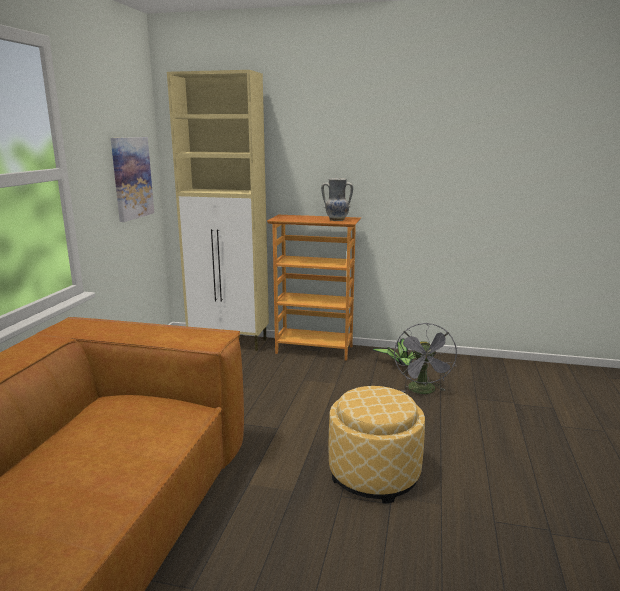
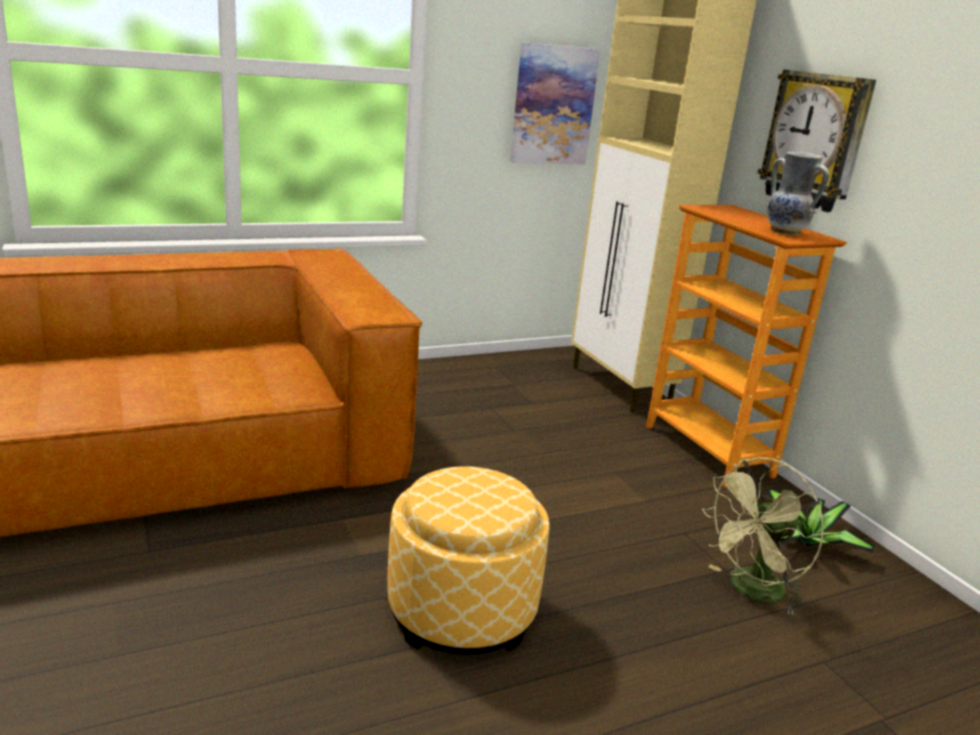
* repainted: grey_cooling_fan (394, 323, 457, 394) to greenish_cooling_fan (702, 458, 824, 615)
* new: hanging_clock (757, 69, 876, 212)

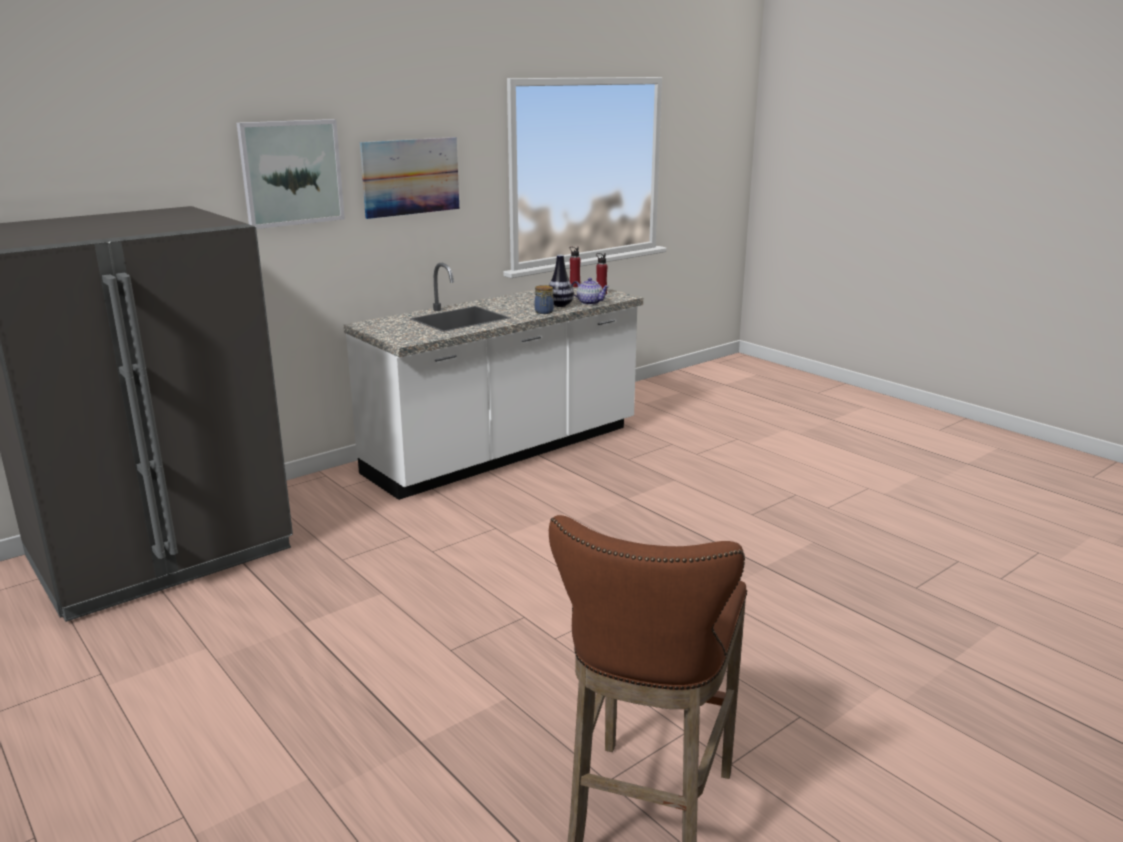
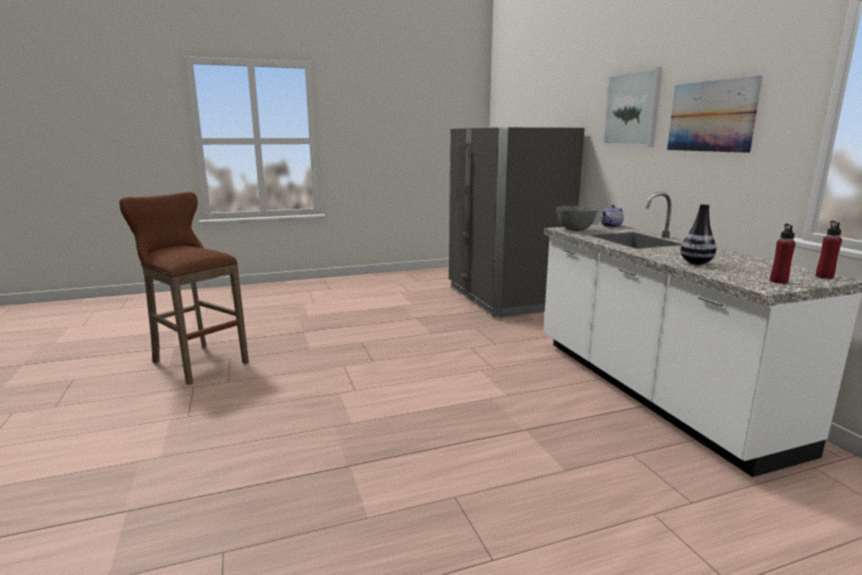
* shifted: pot_for_tea (572, 278, 610, 305) to (600, 205, 624, 228)
* gone: jar (535, 285, 554, 314)
* new: grey_deep_dish (556, 206, 598, 231)

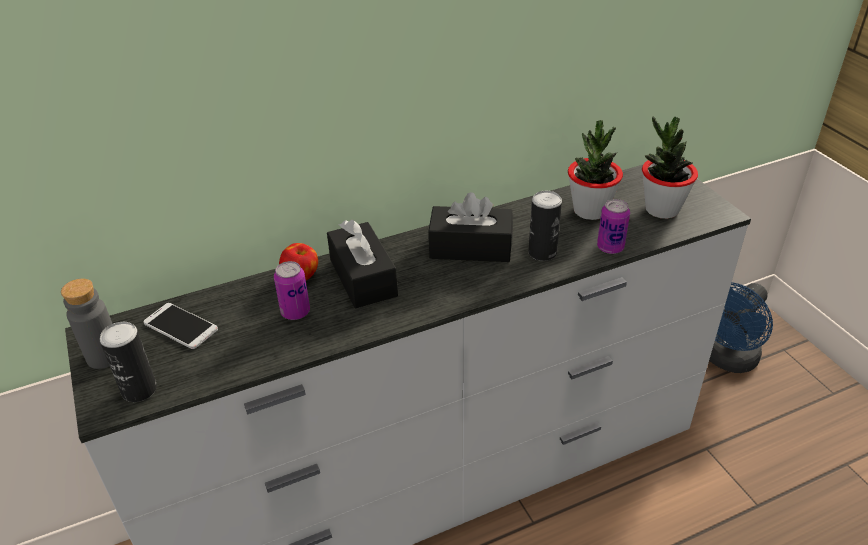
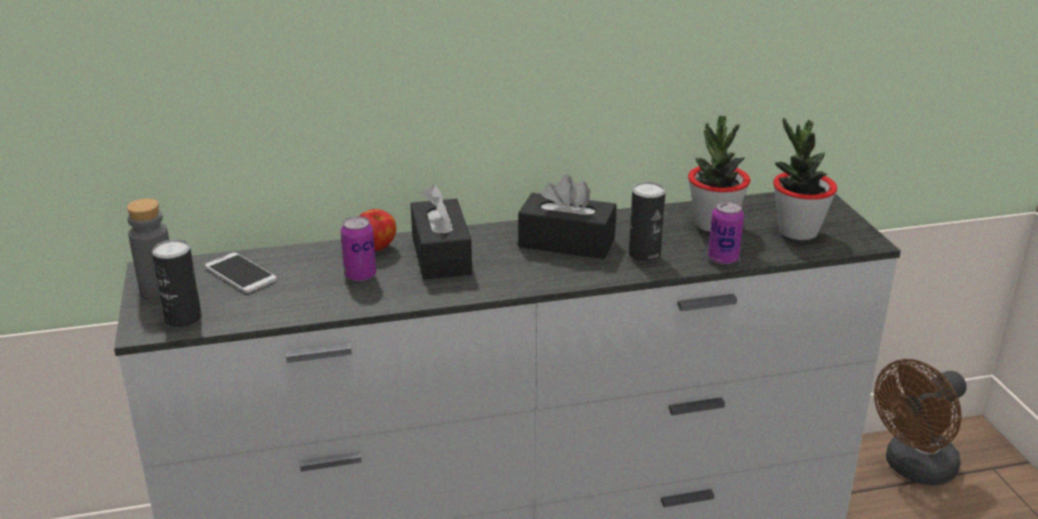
* repainted: blue_cooling_fan (709, 282, 773, 373) to brown-coloured_cooling_fan (874, 359, 967, 485)

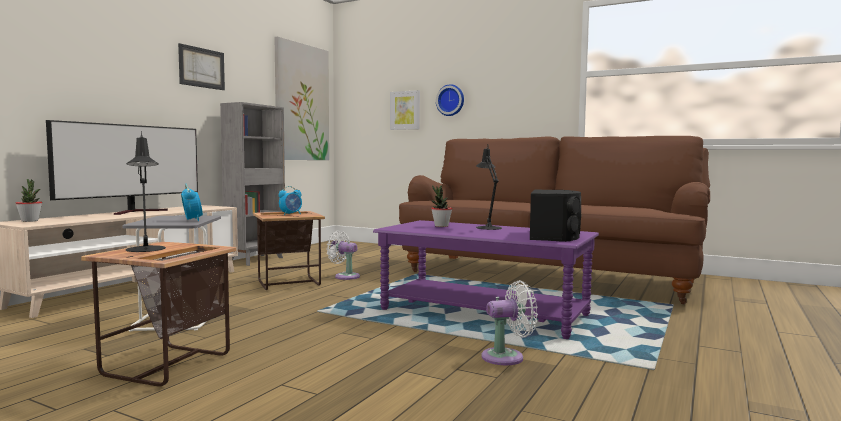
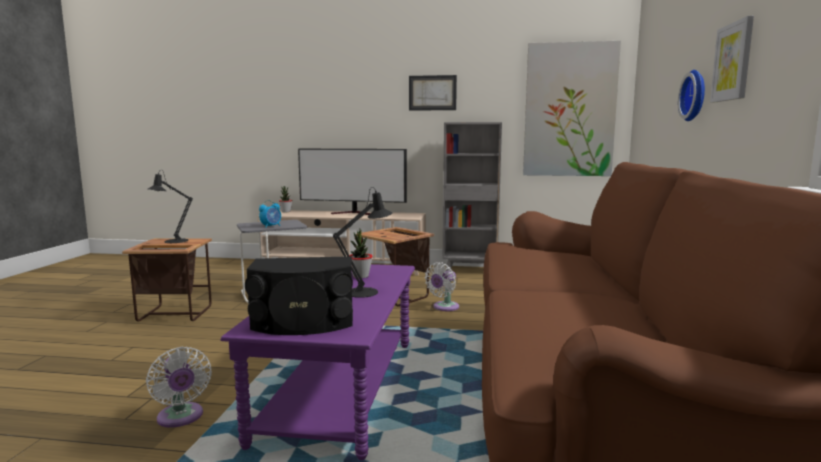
* shifted: wall_art (390, 90, 420, 130) to (710, 16, 754, 103)
* gone: alarm_clock (279, 186, 302, 215)
* rotated: whitish_cooling_fan (326, 231, 360, 280) = (425, 262, 459, 311) 150 degrees counterclockwise

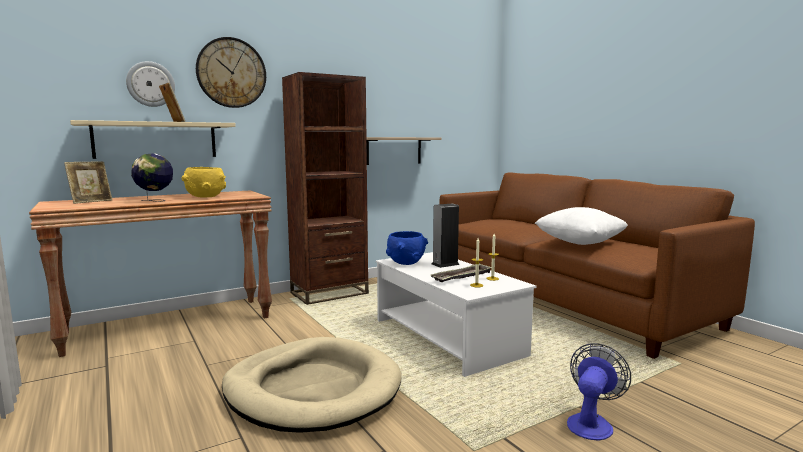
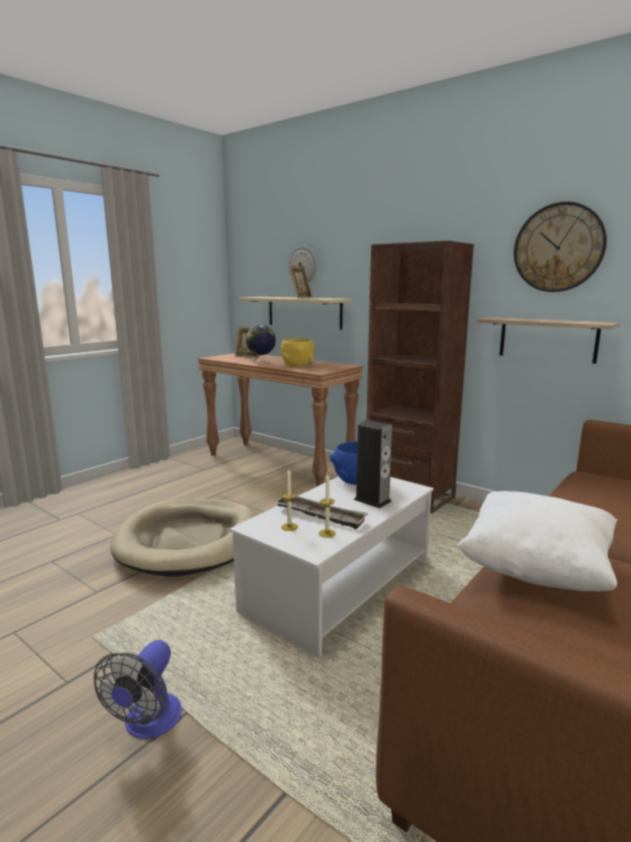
* shifted: hanging_clock (196, 37, 266, 108) to (514, 202, 607, 292)
* rotated: cooling_fan (567, 343, 631, 441) = (94, 640, 182, 739) 90 degrees clockwise

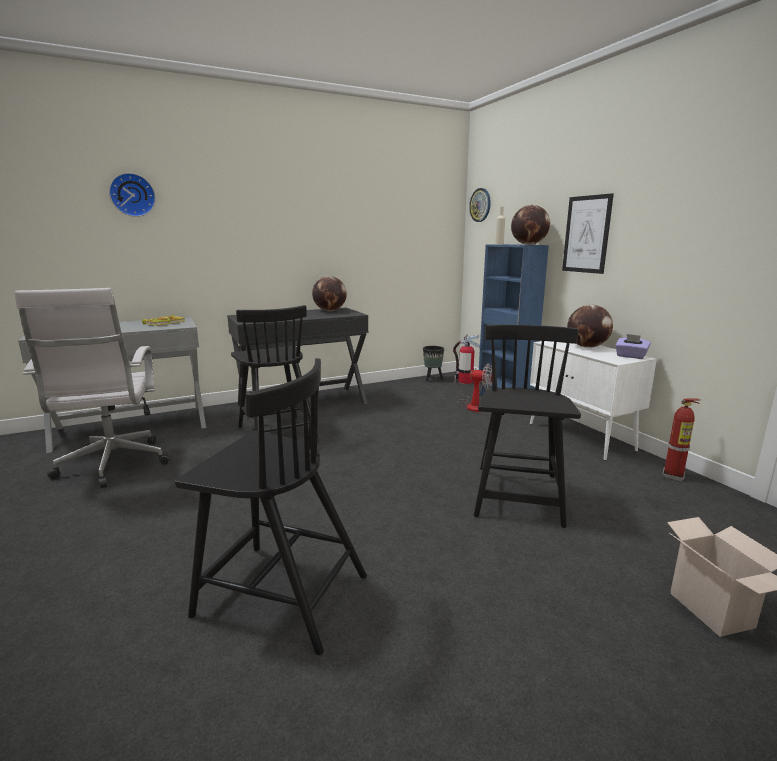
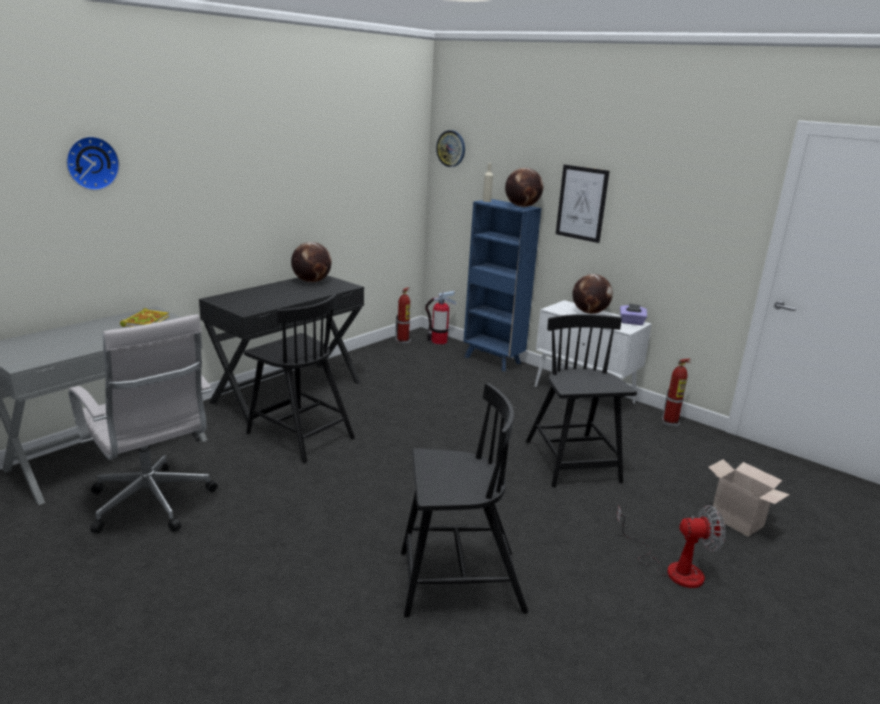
* swapped: black-coloured_flower_pot (423, 346, 444, 382) to fire-fighting_cylinder (395, 287, 411, 344)
* shifted: cooling_fan (454, 364, 492, 412) to (617, 505, 726, 588)

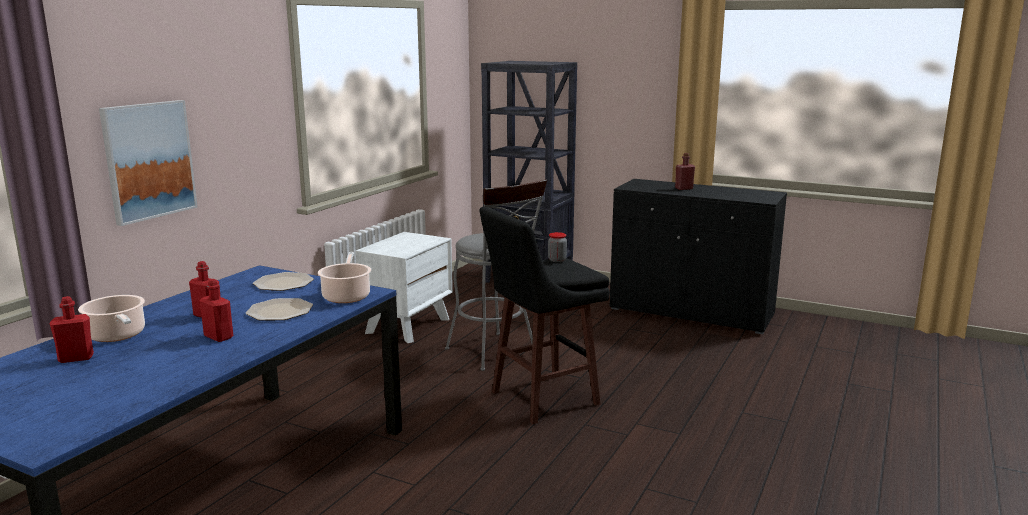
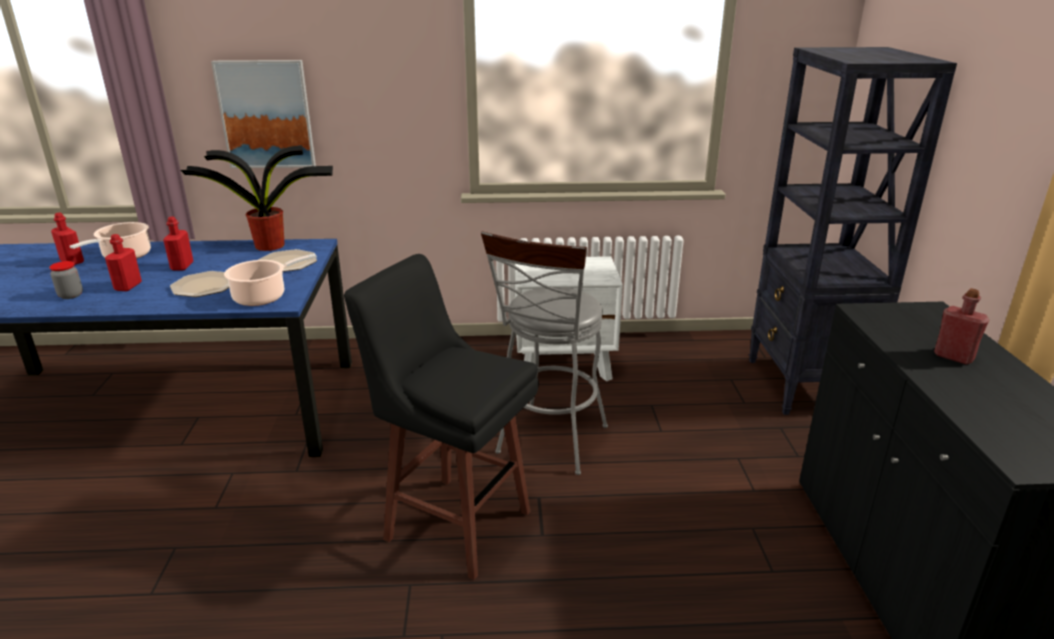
* shifted: jar (548, 232, 567, 262) to (49, 261, 83, 299)
* new: potted_plant (181, 146, 333, 251)

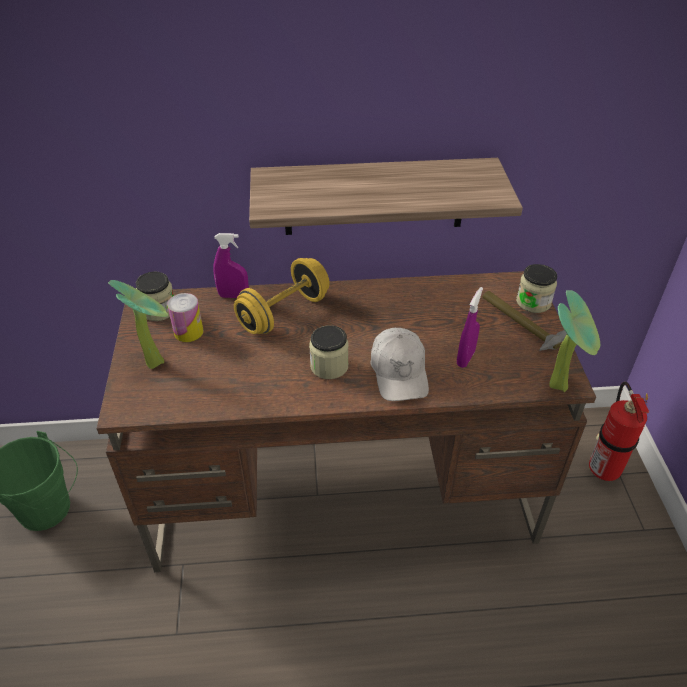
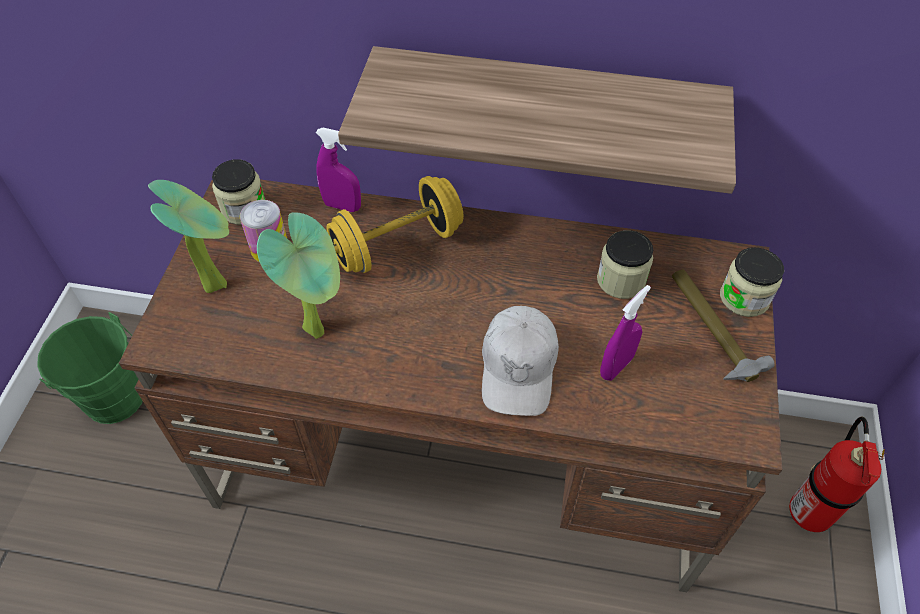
* shifted: potted_plant (549, 290, 600, 392) to (257, 212, 340, 339)
* shifted: jar (309, 326, 349, 379) to (597, 230, 653, 299)

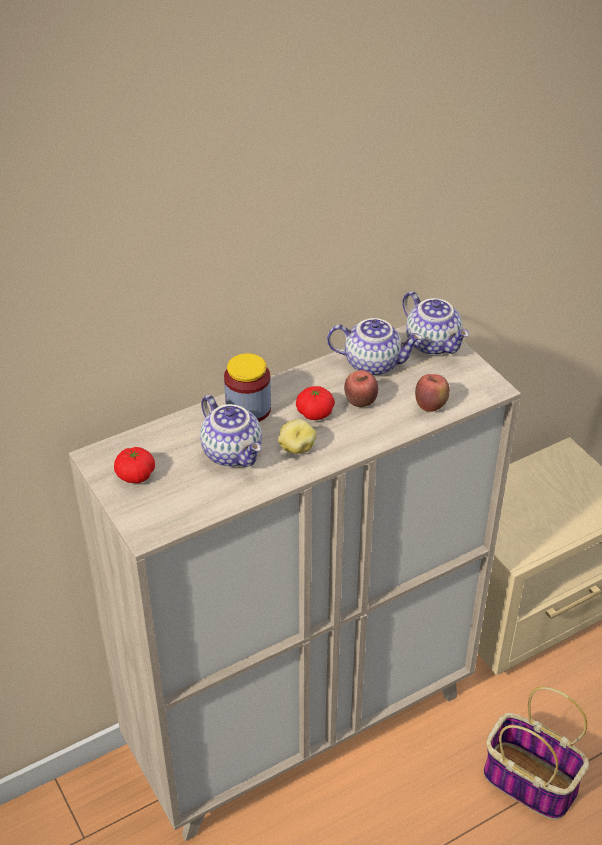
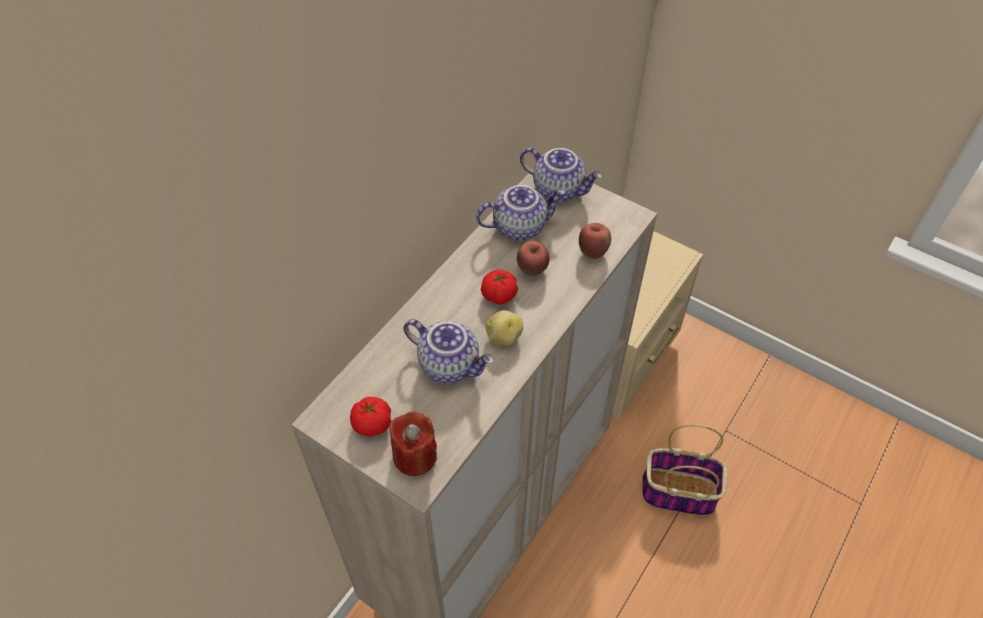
* gone: jar (224, 353, 271, 422)
* new: reddish_wax_light (389, 411, 437, 476)

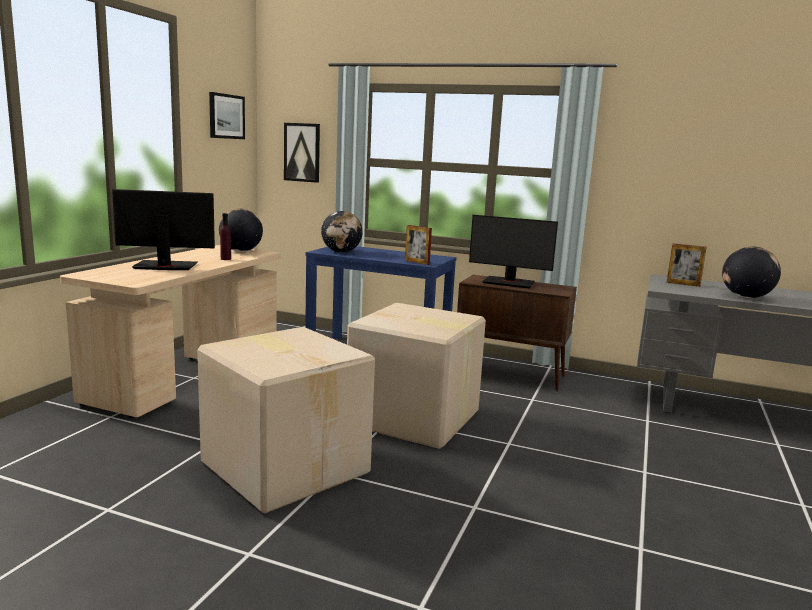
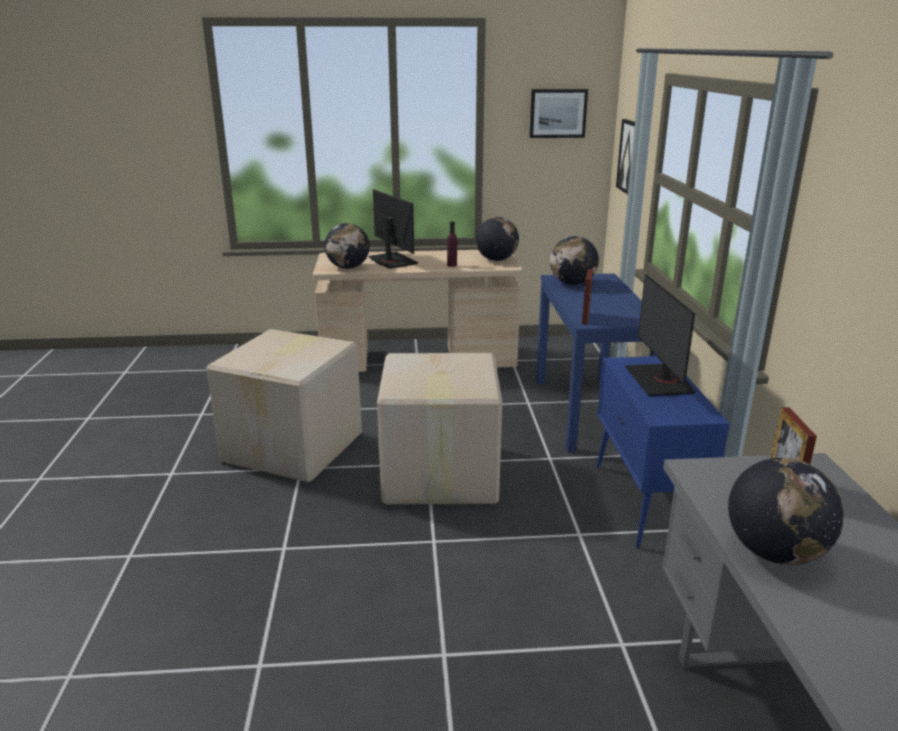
* repainted: brown-coloured_storage_cabinet (457, 275, 577, 391) to blue_storage_cabinet (597, 356, 730, 548)
* new: desk_globe (324, 223, 370, 269)

